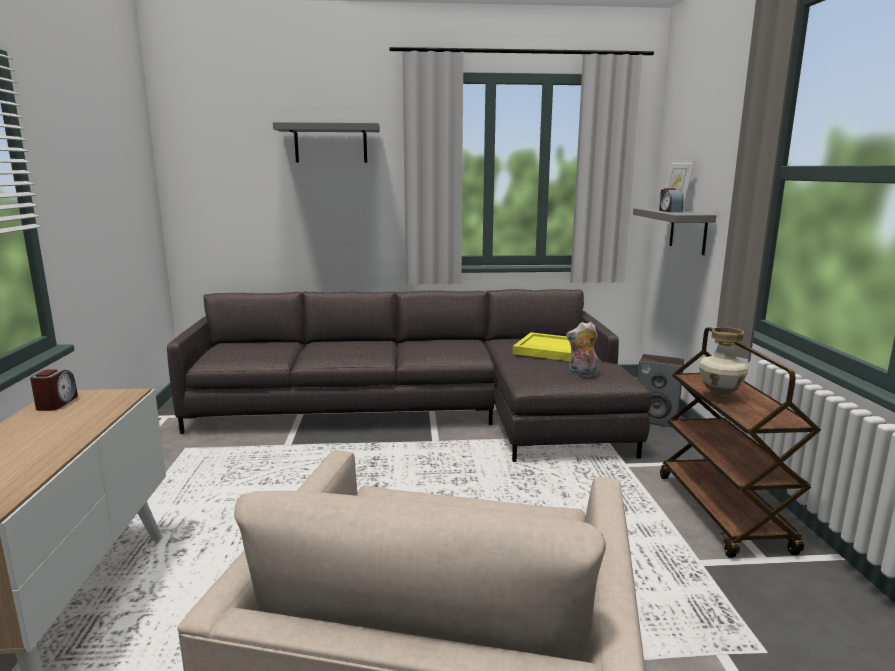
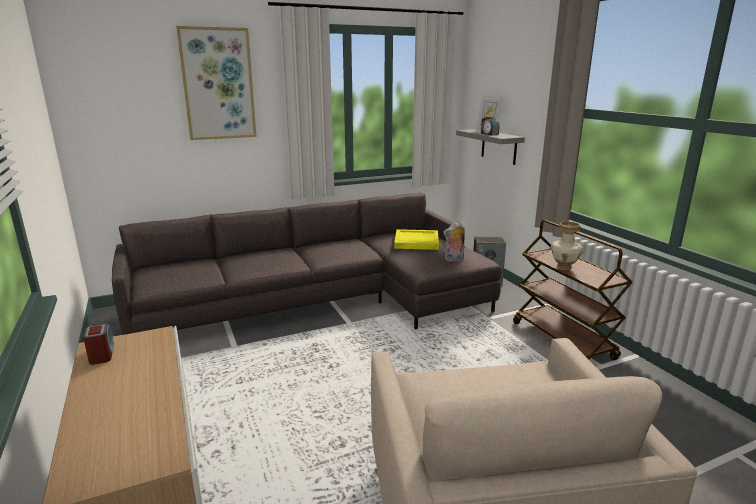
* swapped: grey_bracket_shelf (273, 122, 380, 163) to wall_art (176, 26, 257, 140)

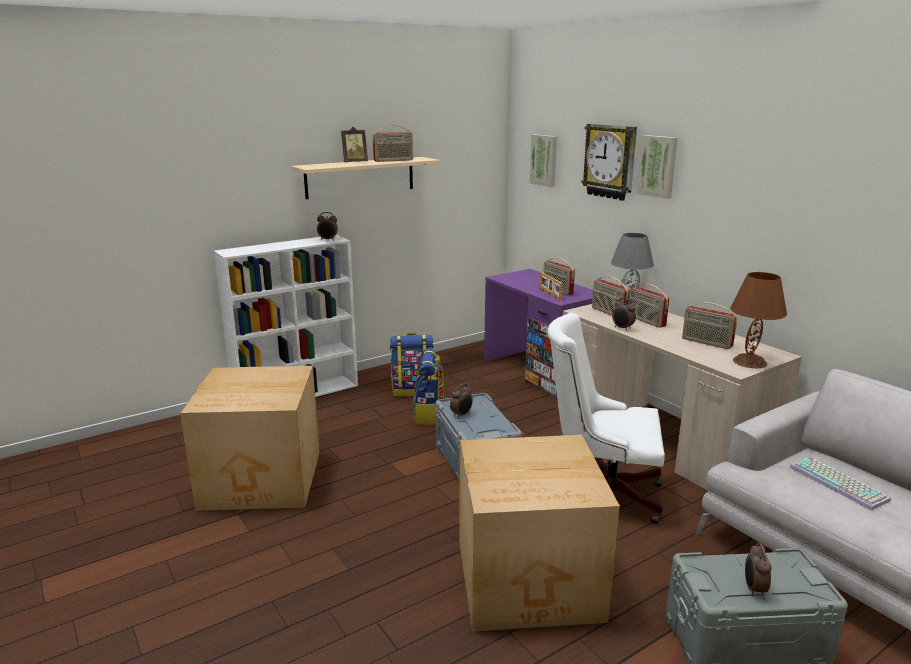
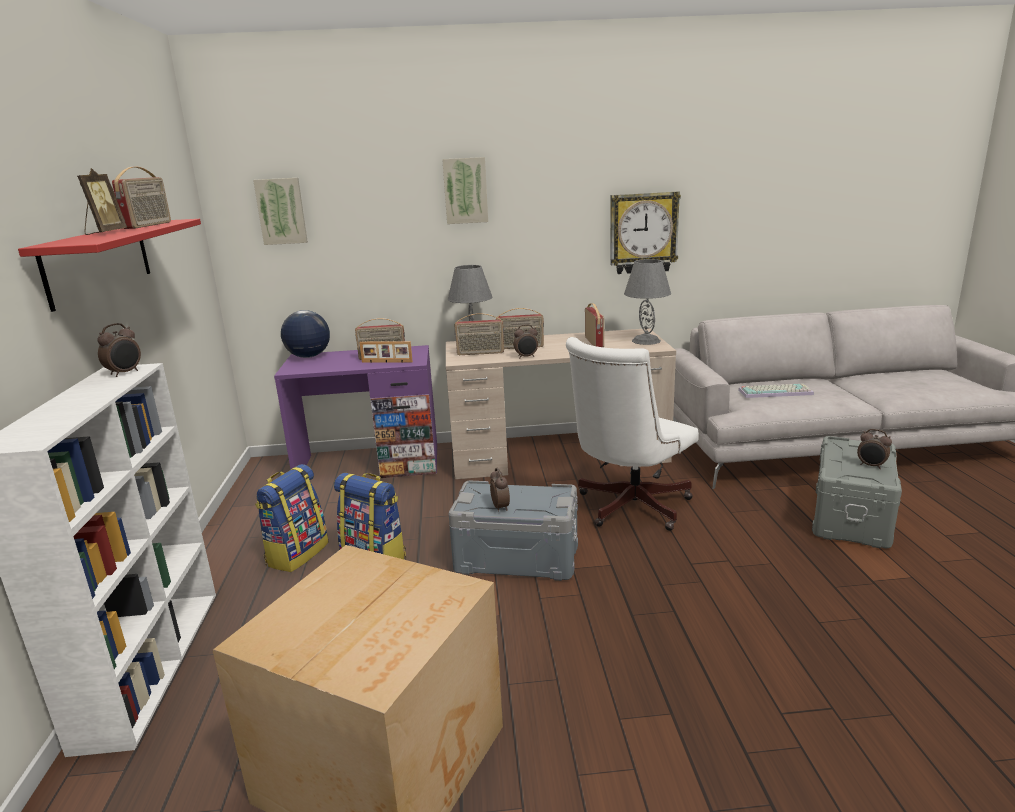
* shifted: hanging_clock (581, 124, 637, 201) to (610, 192, 681, 274)
* repainted: beige_bracket_shelf (291, 157, 440, 199) to reddish_bracket_shelf (18, 219, 201, 312)
* repainted: brown-coloured_table_lamp (730, 272, 787, 368) to grey_table_lamp (624, 259, 671, 345)
* rotated: radio_receiver (682, 302, 737, 349) = (585, 303, 604, 347) 75 degrees counterclockwise
* gone: carton (460, 435, 620, 632)
* new: desk_globe (281, 310, 330, 358)

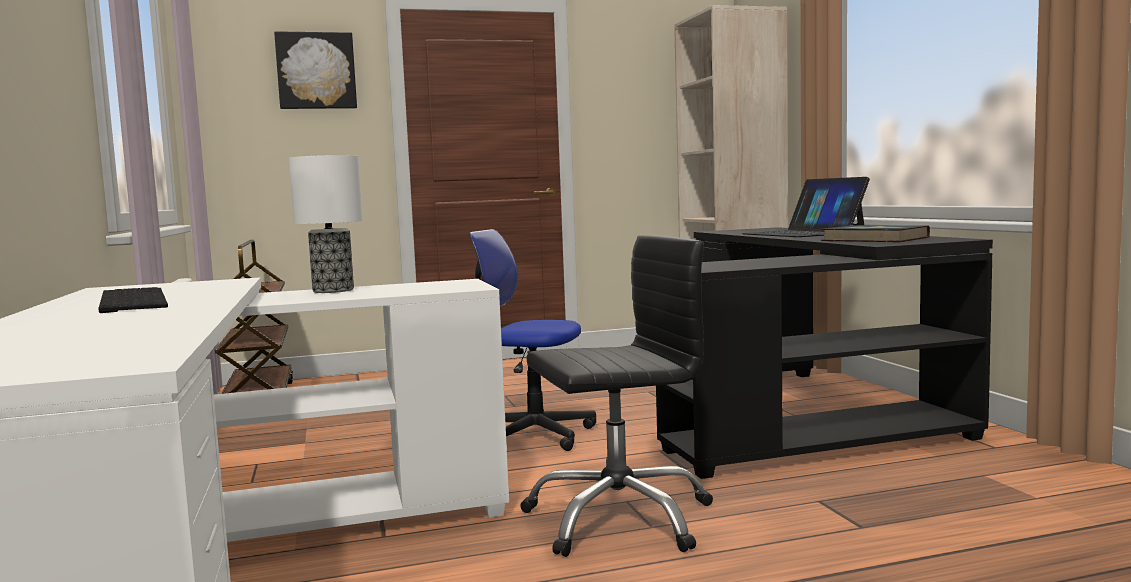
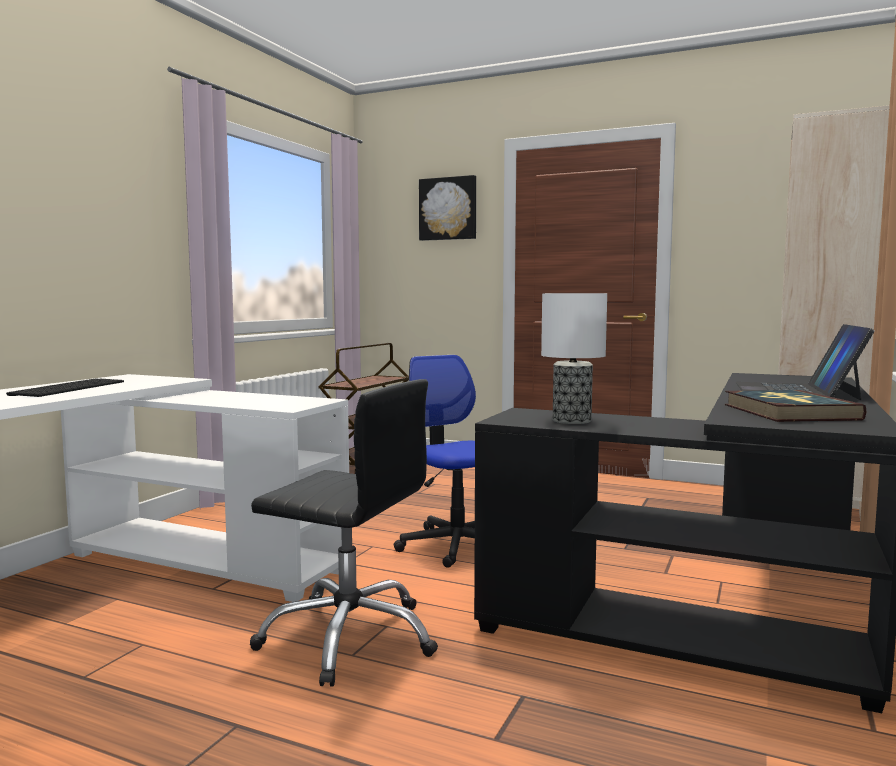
* shifted: table_lamp (289, 155, 362, 293) to (541, 293, 607, 424)

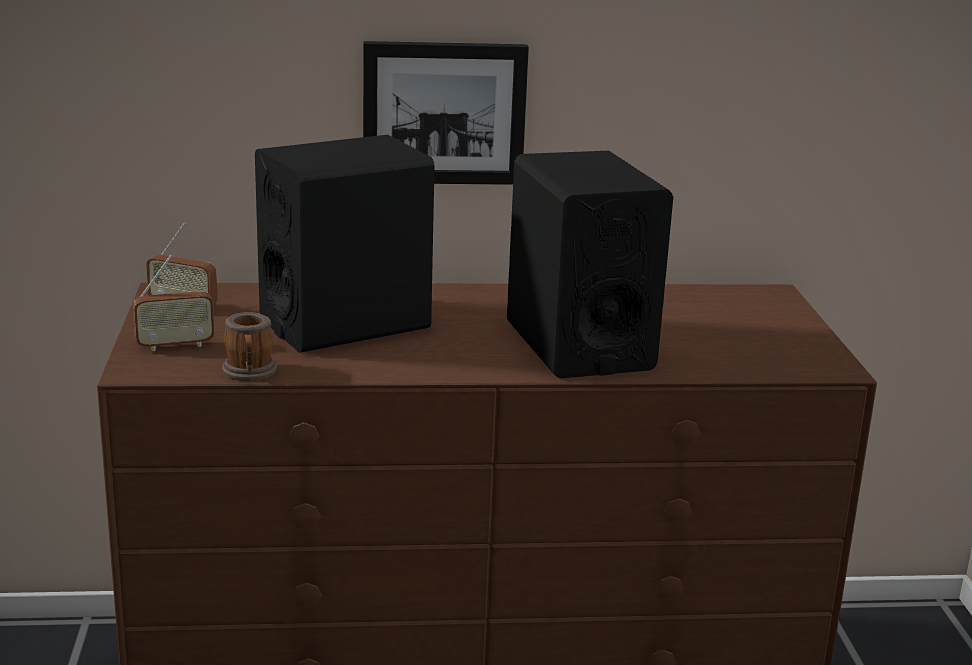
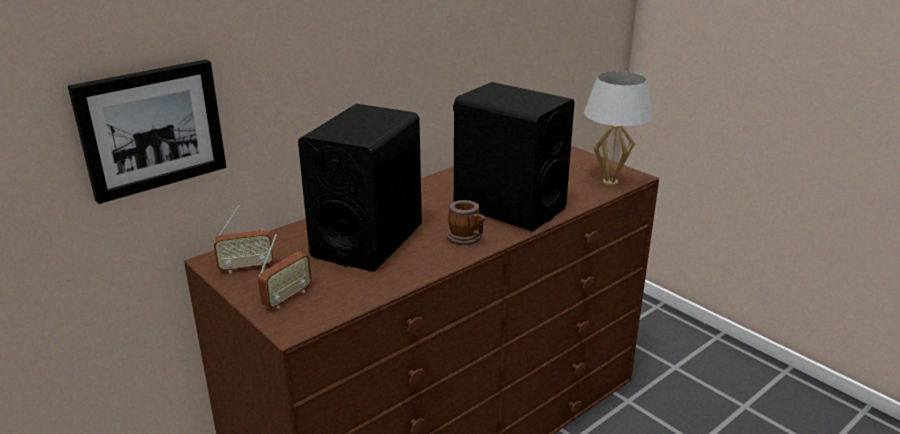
* shifted: wall_art (363, 41, 529, 185) to (68, 59, 226, 204)
* shifted: coffee_mug (222, 312, 277, 381) to (447, 200, 485, 245)
* new: whitish_table_lamp (584, 71, 652, 186)

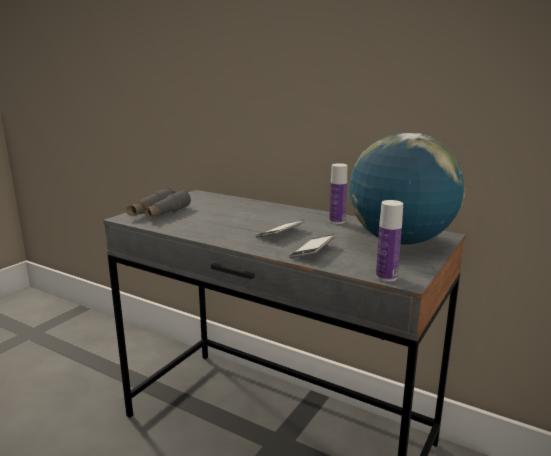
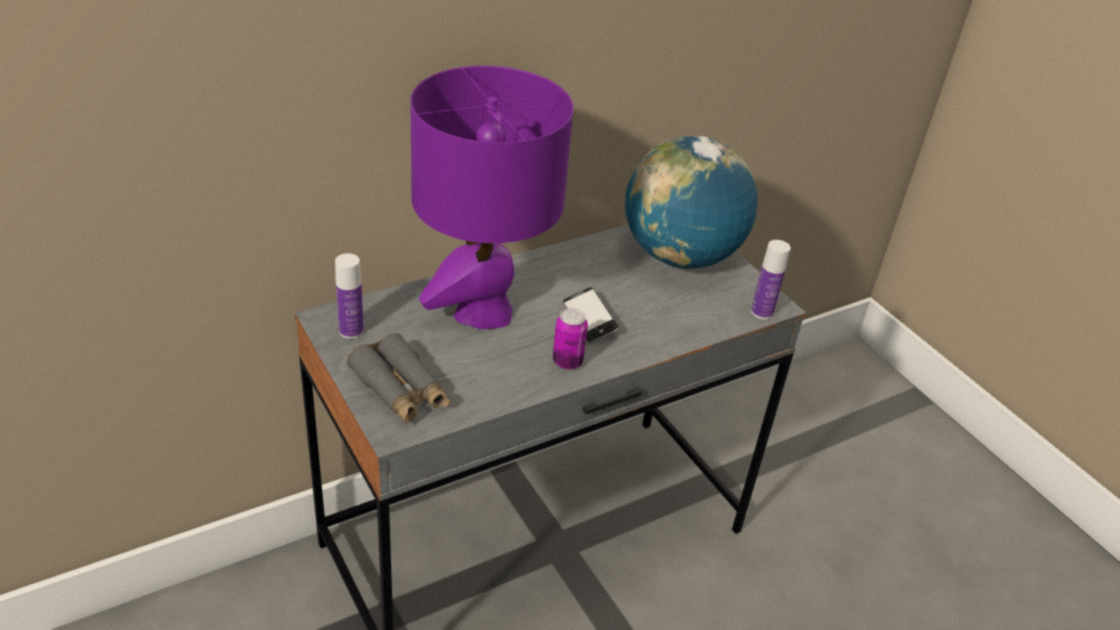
* shifted: bottle (329, 163, 347, 224) to (335, 253, 364, 339)
* gone: phone (289, 234, 335, 258)
* new: purple-coloured_table_lamp (410, 66, 574, 329)
* new: sealed_can (553, 308, 588, 370)

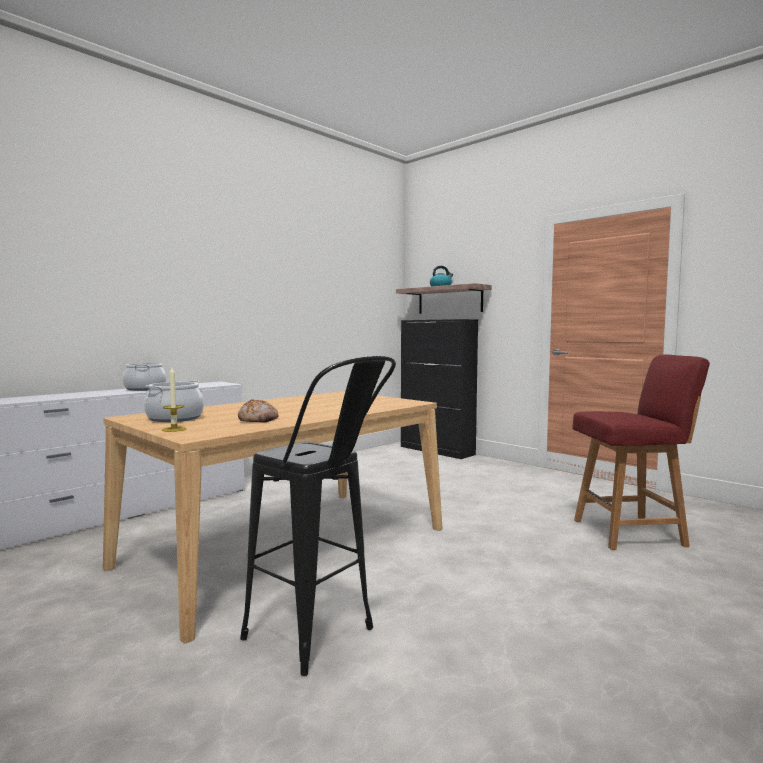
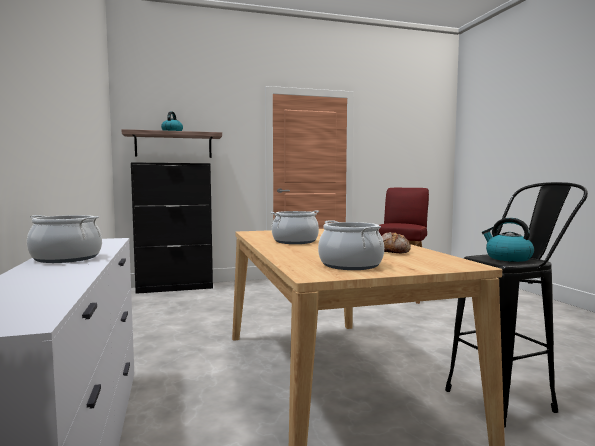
* gone: wax_light (162, 367, 187, 432)
* new: stockpot (270, 210, 319, 244)
* new: kettle (482, 218, 534, 262)

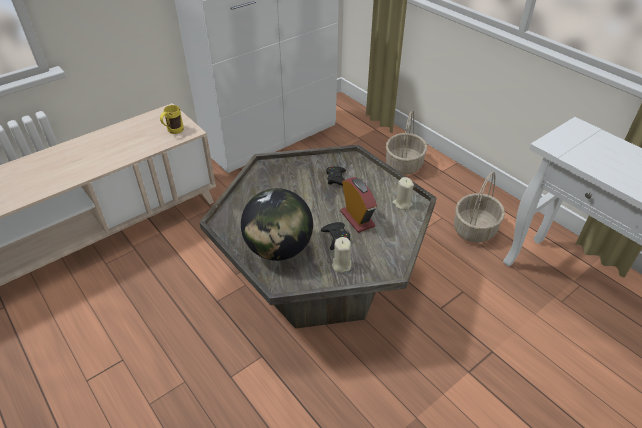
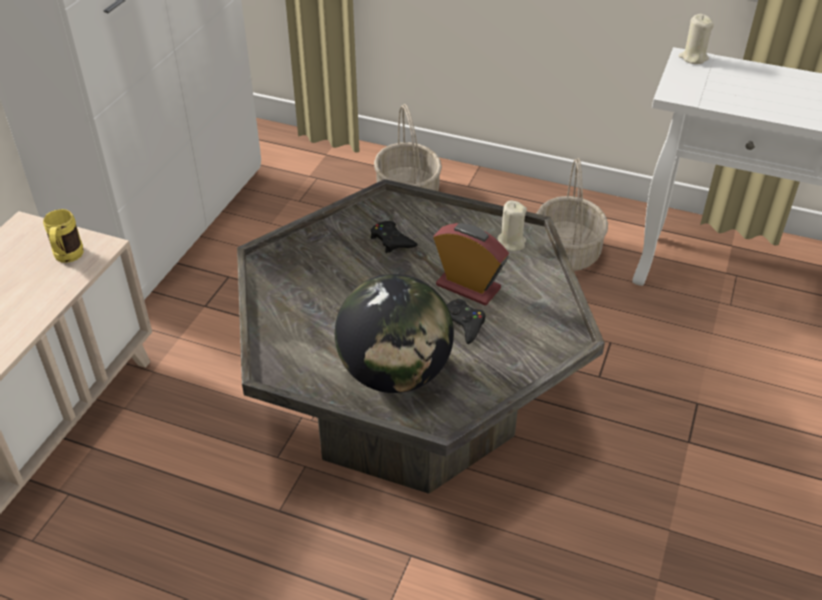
* shifted: beige_wax_light (332, 237, 352, 273) to (678, 14, 714, 64)

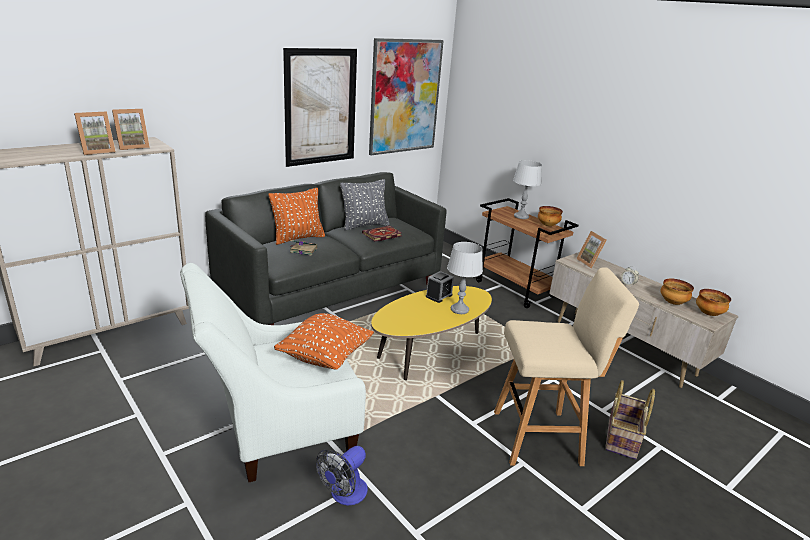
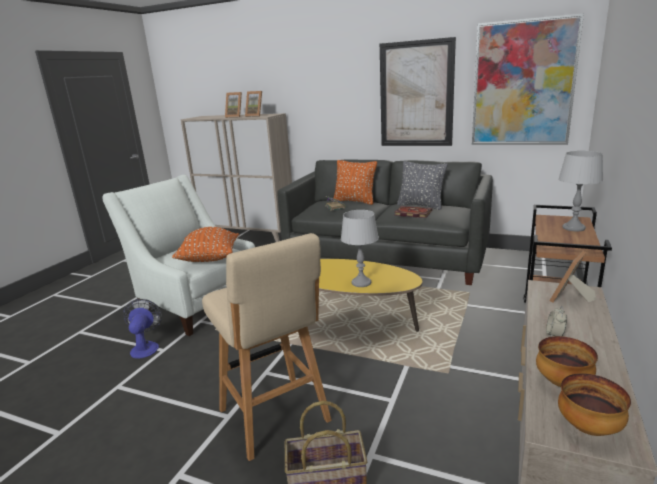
* gone: deep_dish (538, 206, 563, 226)
* gone: alarm_clock (426, 271, 454, 303)
* rotated: cooling_fan (316, 446, 368, 506) = (123, 299, 162, 359) 75 degrees clockwise

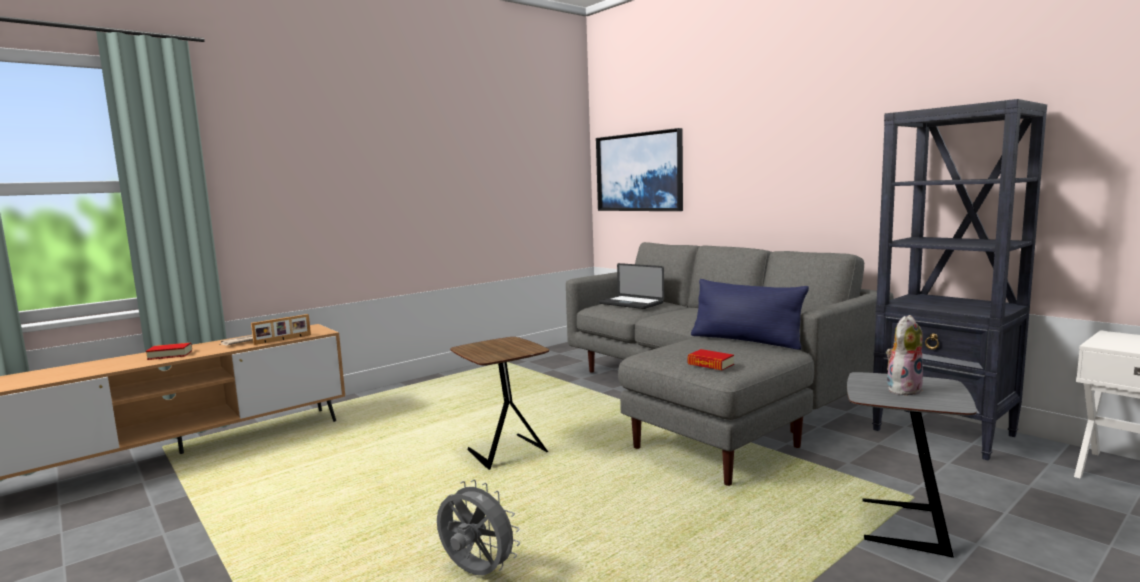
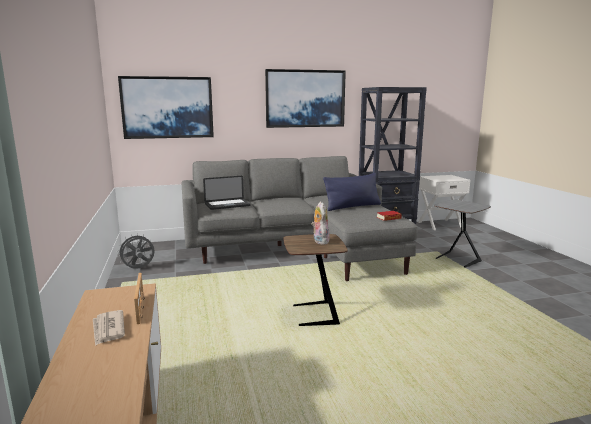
* shifted: plush_toy (886, 315, 923, 395) to (311, 201, 330, 245)
* gone: bound_book (146, 343, 192, 360)
* shifted: grey_cooling_fan (437, 480, 520, 575) to (117, 233, 155, 269)
* new: wall_art (265, 69, 346, 128)

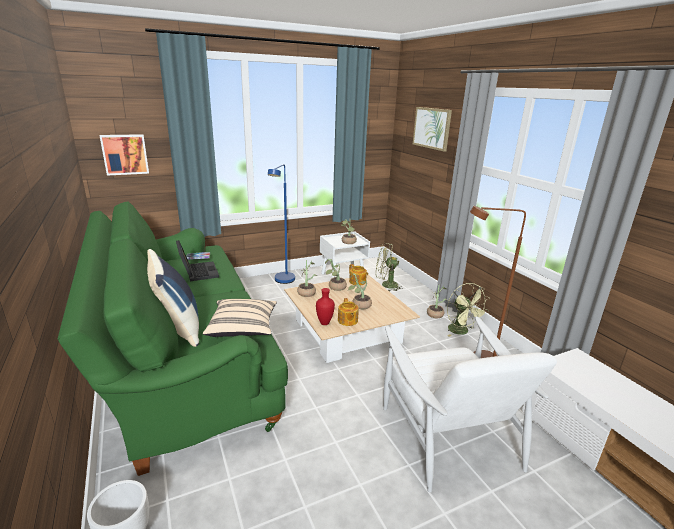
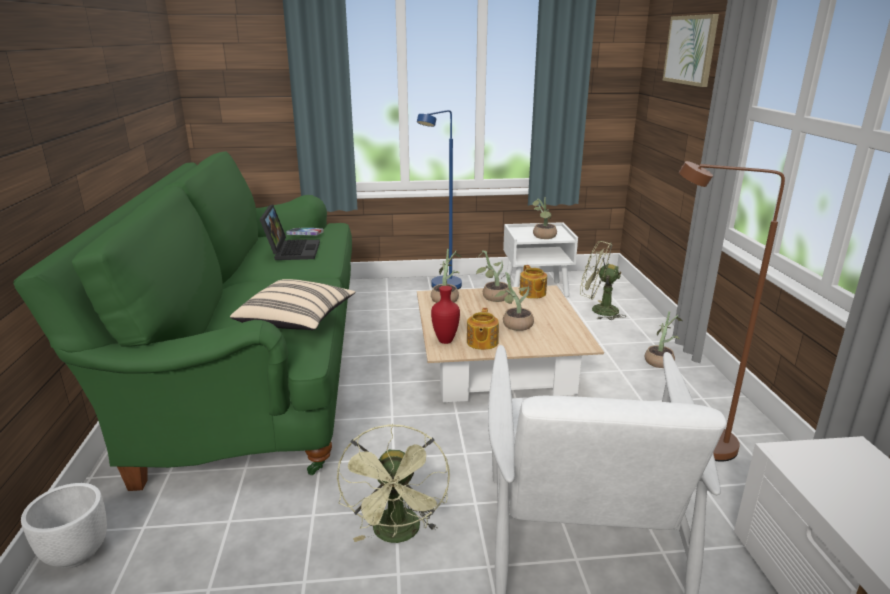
* gone: wall_art (100, 134, 149, 176)
* gone: blue_throw_pillow (147, 249, 199, 347)
* shifted: greenish_cooling_fan (447, 283, 489, 337) to (337, 424, 450, 543)

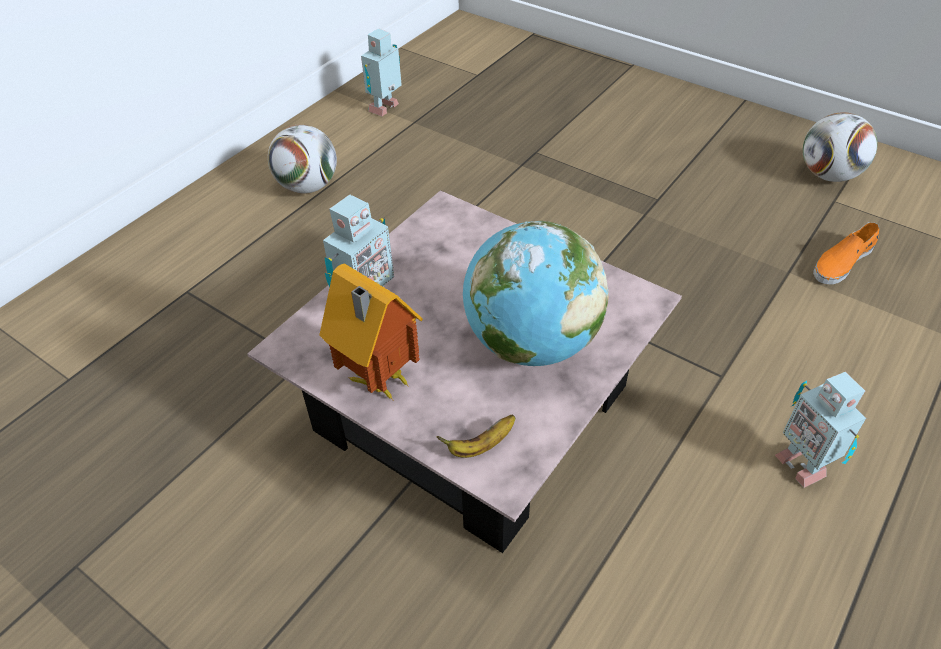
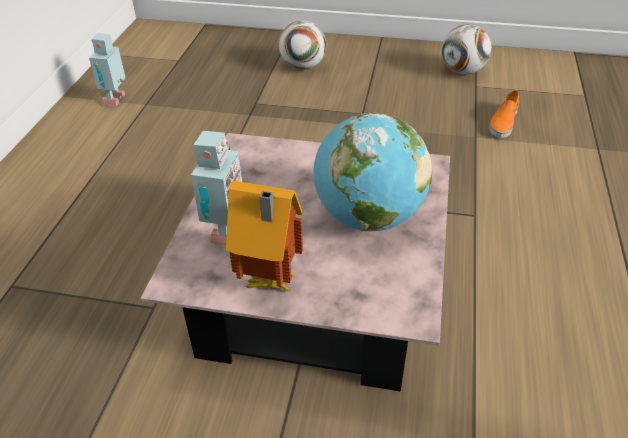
* shifted: football (268, 124, 337, 193) to (279, 20, 326, 70)
* gone: model_robot (775, 372, 866, 488)
* gone: banana (436, 415, 515, 458)

